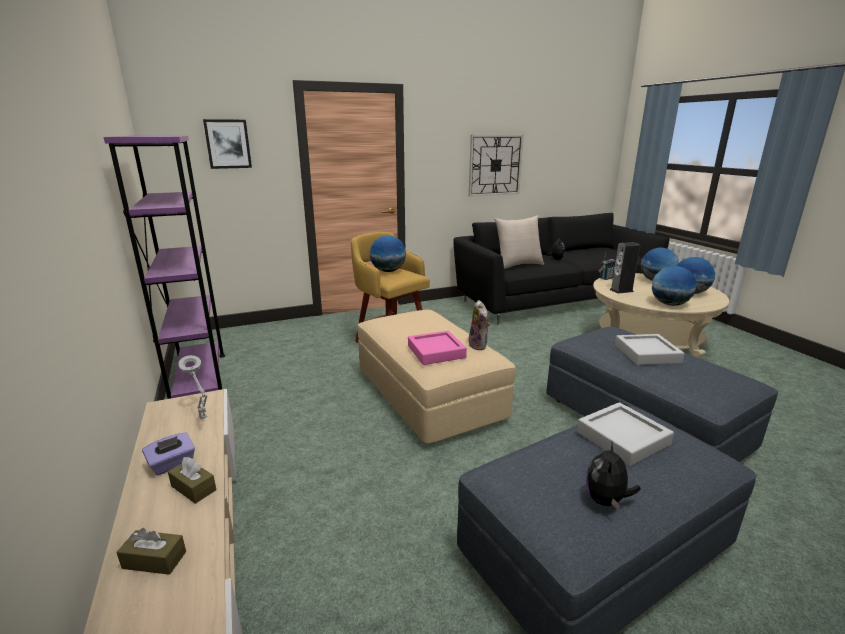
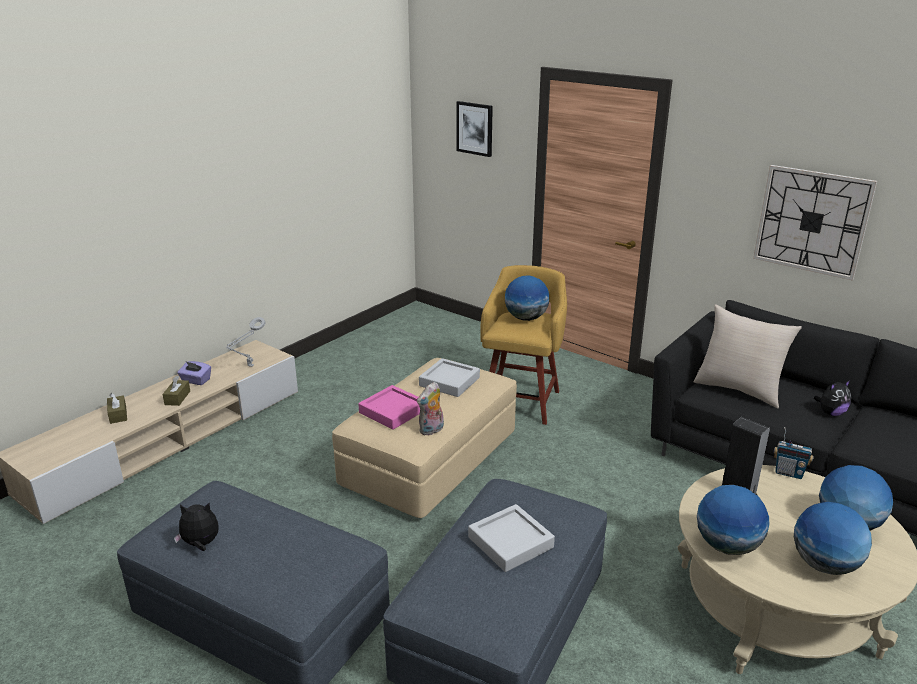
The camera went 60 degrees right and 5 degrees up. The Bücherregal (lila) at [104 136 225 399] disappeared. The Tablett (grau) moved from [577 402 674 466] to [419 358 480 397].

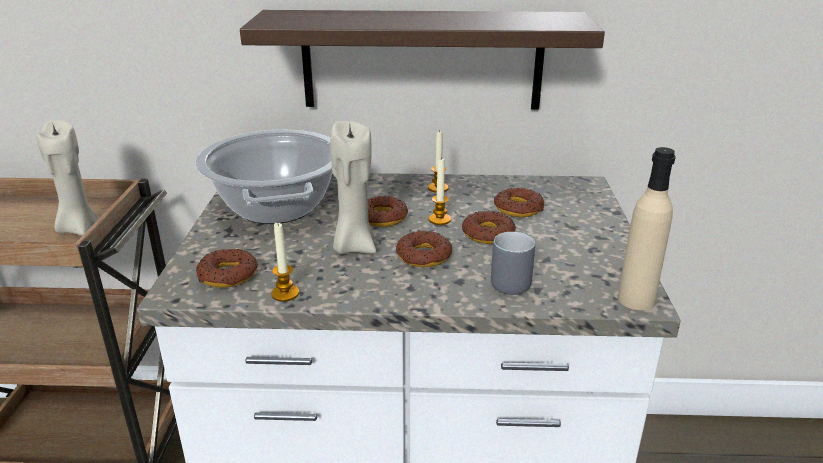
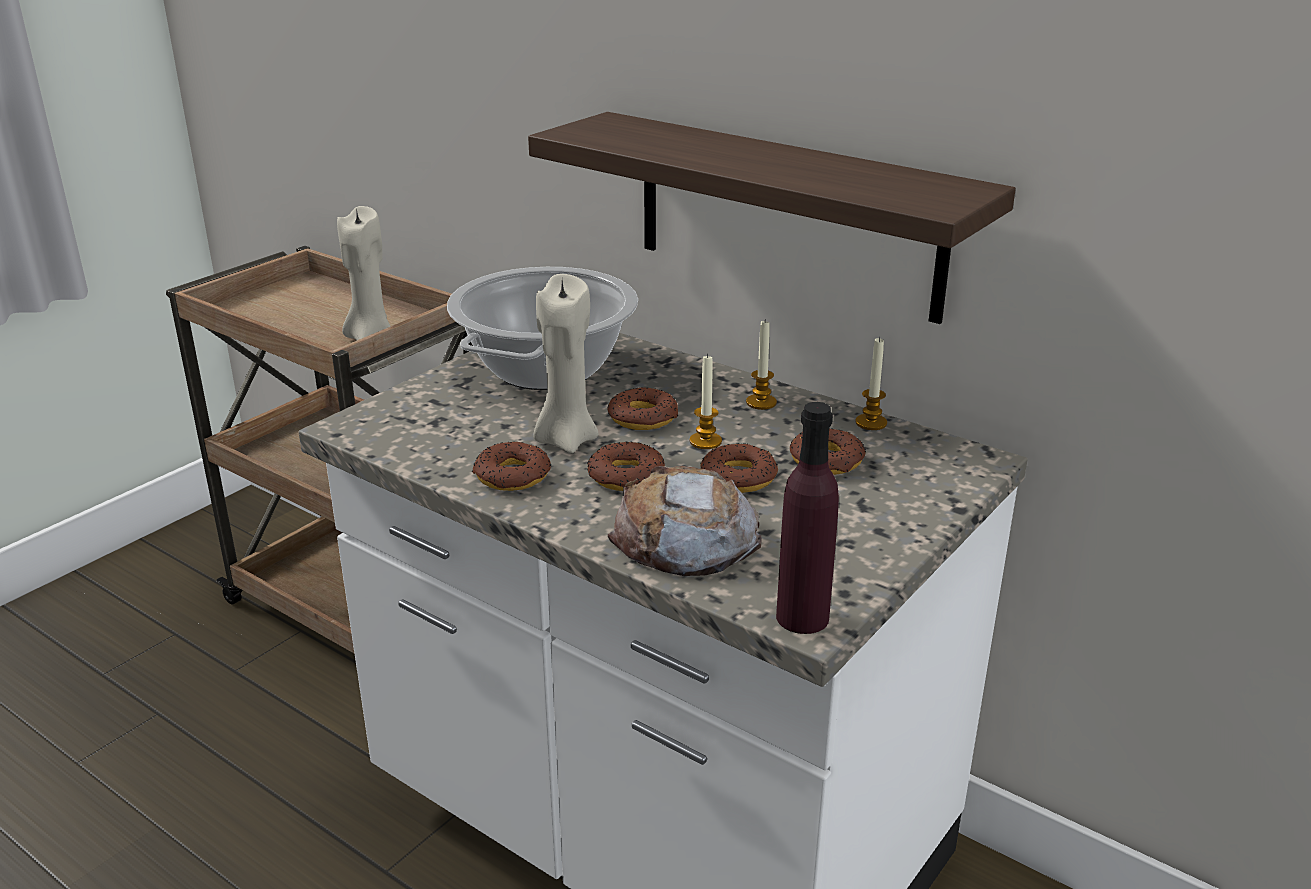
The camera went 35 degrees right and 0 degrees up. The Donut moved from [196 249 258 288] to [472 441 551 491]. The Kerze moved from [271 223 299 302] to [855 337 887 430]. The Henkelbecher (grau) at [491 232 535 295] was replaced by the Brot at [608 466 762 576]. The Flasche (beige) at [618 147 676 310] became the Flasche (lila) at [776 402 839 634].

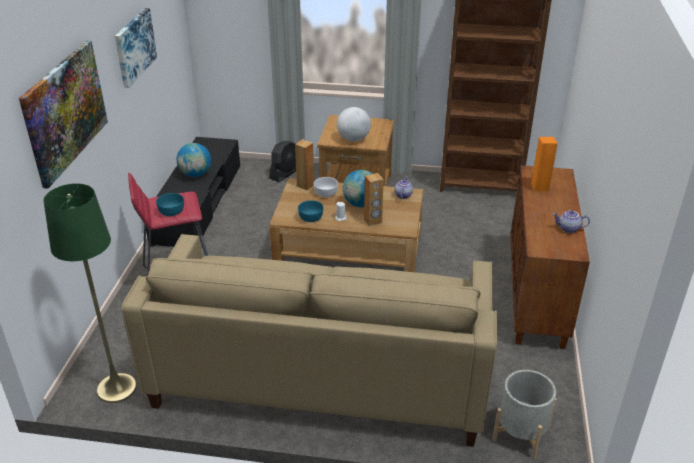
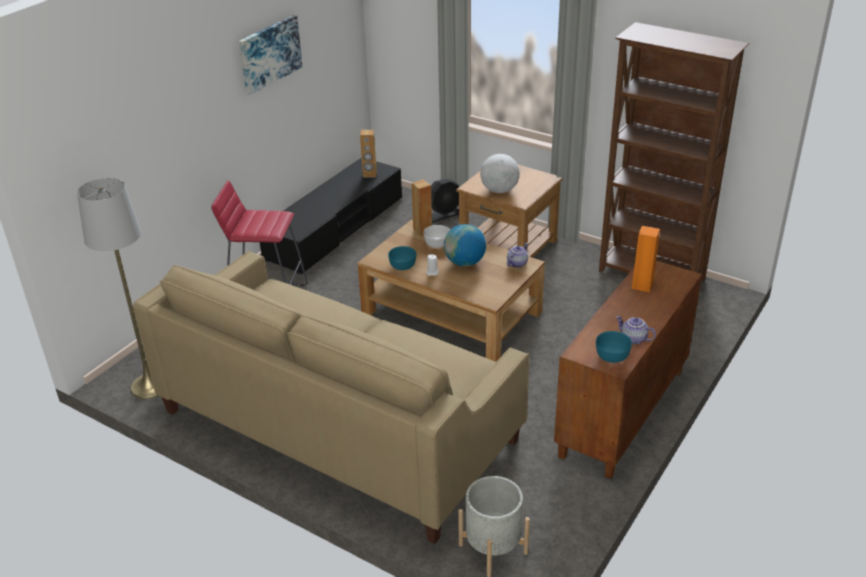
The camera went 25 degrees right and 0 degrees up. The Bild at [19 40 108 189] disappeared. The Globus at [176 143 211 177] disappeared. The Schüssel (türkis) moved from [156 193 184 216] to [596 331 632 363]. The Lautsprecher (braun) moved from [364 173 384 226] to [360 130 377 178]. The Stehlampe (grün) at [43 184 137 403] became the Stehlampe (grau) at [77 178 158 399].

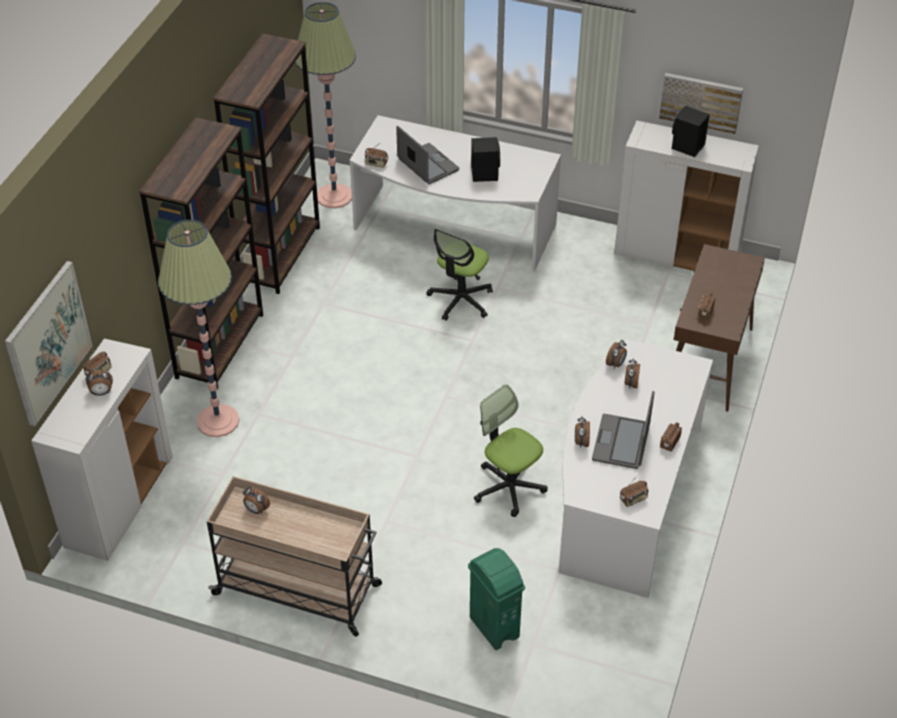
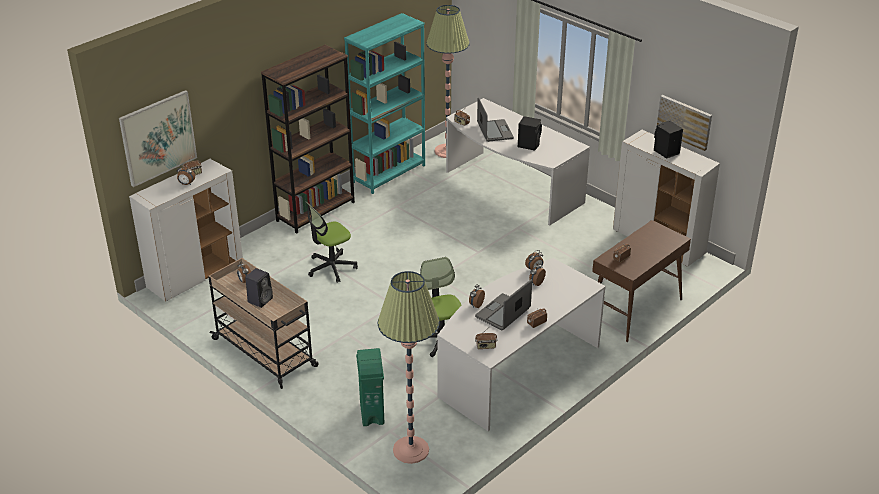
The camera went 25 degrees right and 10 degrees down. The Lautsprecher (schwarz) at [245 268 273 308] appeared. The Stehlampe moved from [158 220 239 437] to [378 271 440 464]. The Bürostuhl moved from [427 229 493 321] to [306 202 358 283]. The Bücherregal (braun) at [213 33 320 294] became the Bücherregal (türkis) at [344 13 425 194].

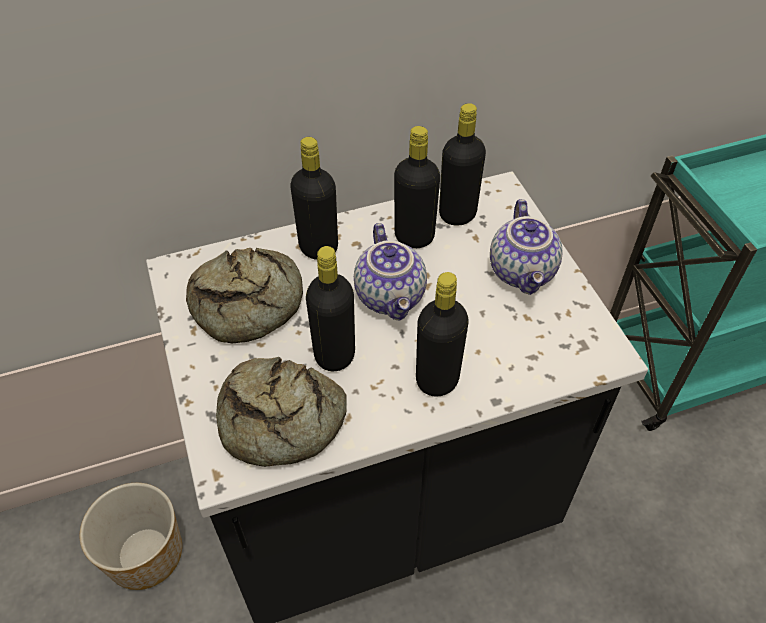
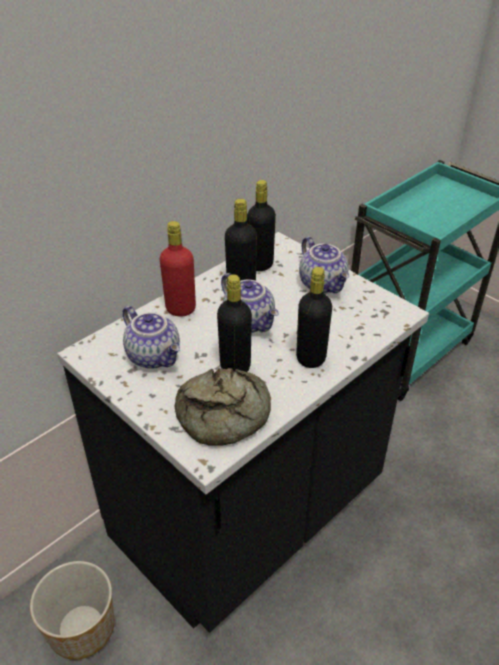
The camera went 25 degrees left and 10 degrees down. The Brot at [186 248 303 343] was replaced by the Teekanne at [123 306 180 369]. The Flasche (schwarz) at [290 137 338 260] became the Flasche (rot) at [160 221 196 317].

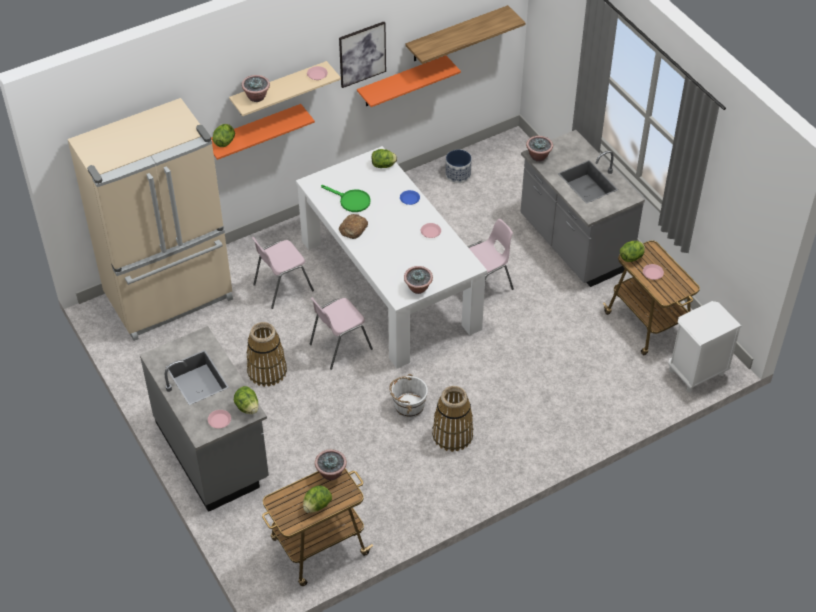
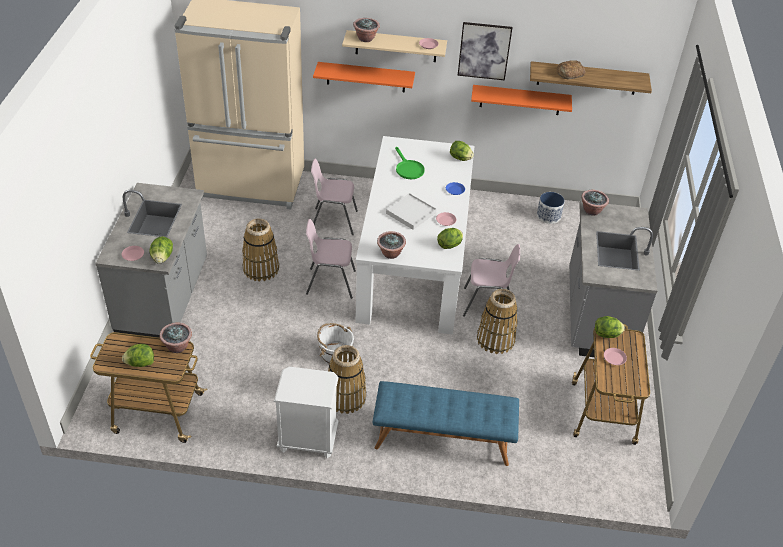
The camera went 35 degrees right and 5 degrees down. The Bank (blau) at [373 381 519 466] appeared. The Tablett (weiß) at [386 193 436 230] appeared. The Korb at [477 289 517 354] appeared. The Salatkopf moved from [212 124 235 147] to [437 228 463 249]. The Brot moved from [339 214 368 239] to [556 60 586 79]. The Nachttisch (weiß) moved from [668 301 742 392] to [274 367 339 458].

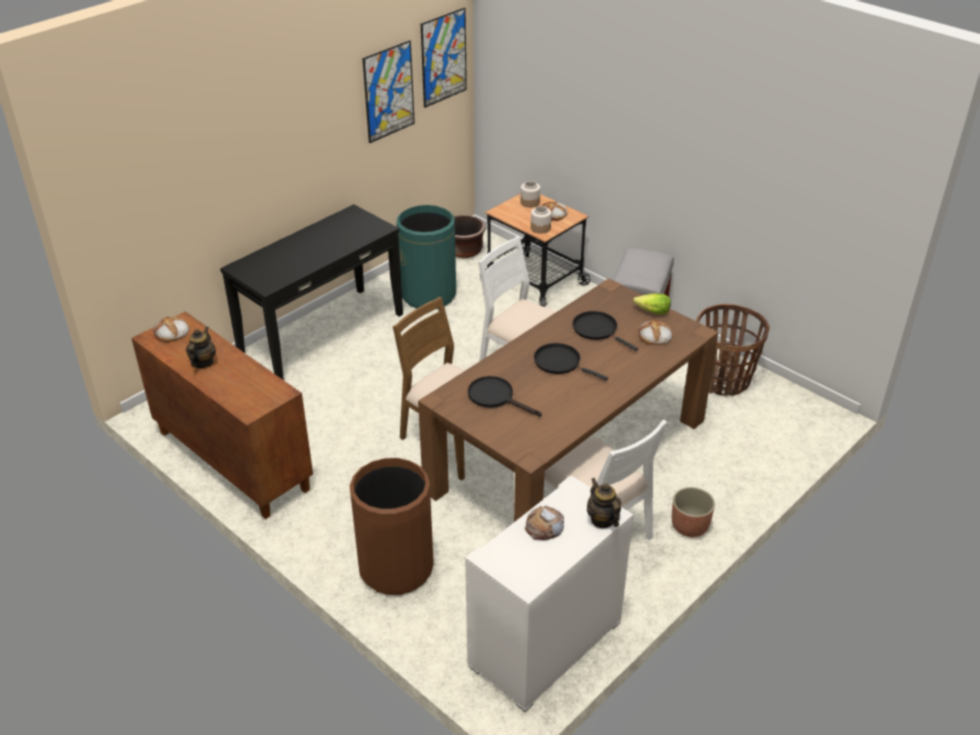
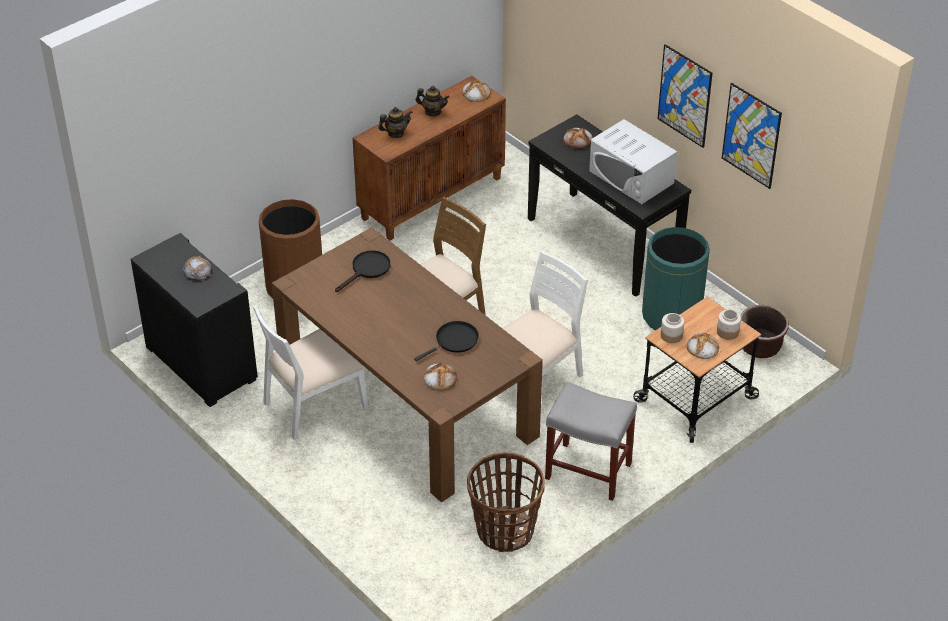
The camera went 95 degrees right and 5 degrees up. The Pfanne (schwarz) at [534 343 608 380] disappeared. The Salatkopf at [633 293 671 315] disappeared. The Pflanzkübel at [672 487 715 537] disappeared. The Brot at [563 128 593 149] appeared. The Mikrowelle (weiß) at [589 119 677 204] appeared. The Bild moved from [421 8 467 108] to [658 44 713 148]. The Teekanne moved from [587 478 621 528] to [378 107 412 138]. The Kommode (weiß) at [465 476 633 712] became the Kommode (schwarz) at [131 233 258 407].

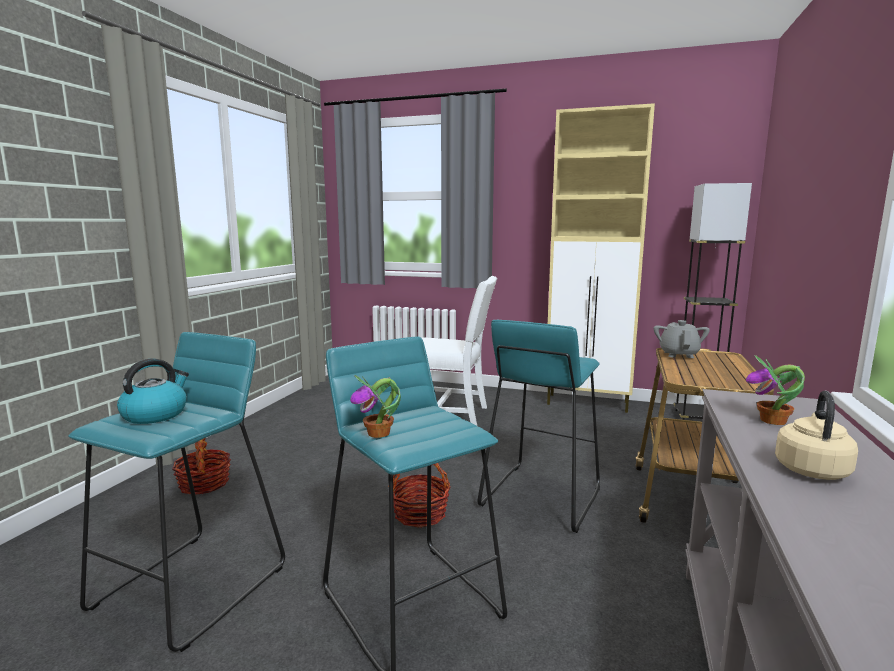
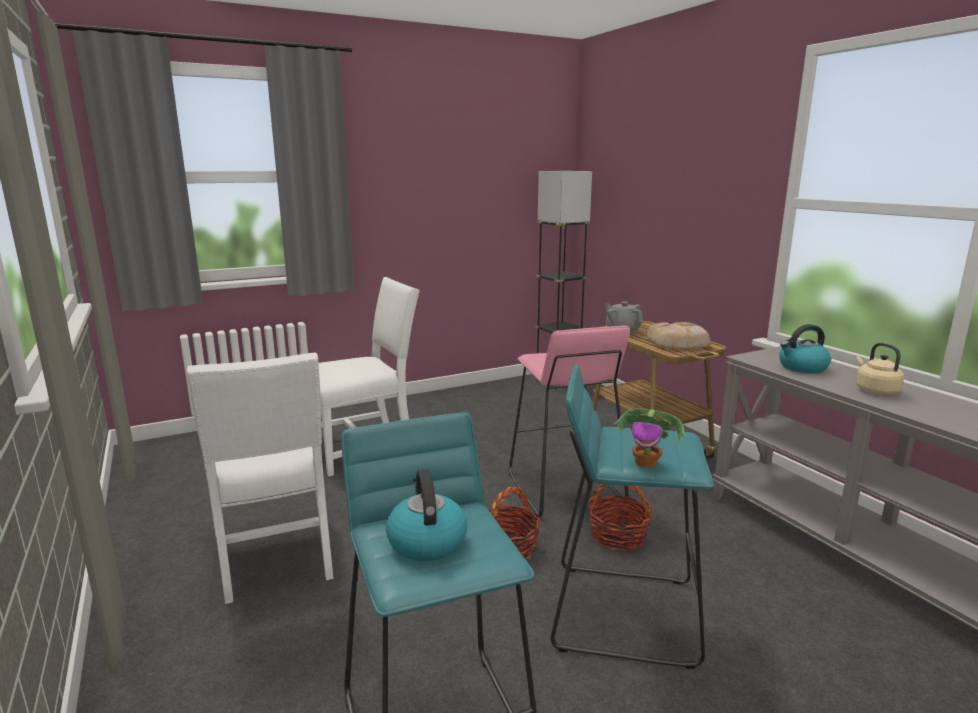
The camera went 45 degrees left and 5 degrees up. The Schrank (beige) at [547 103 655 413] disappeared. The Stuhl (weiß) at [187 352 334 604] appeared. The Brot at [647 322 711 349] appeared. The Korb moved from [172 438 231 495] to [588 484 652 551]. The Topfpflanze at [746 355 805 425] was replaced by the Wasserkessel at [779 324 831 373]. The Hocker (türkis) at [478 320 600 533] became the Hocker (rosa) at [509 325 630 517].

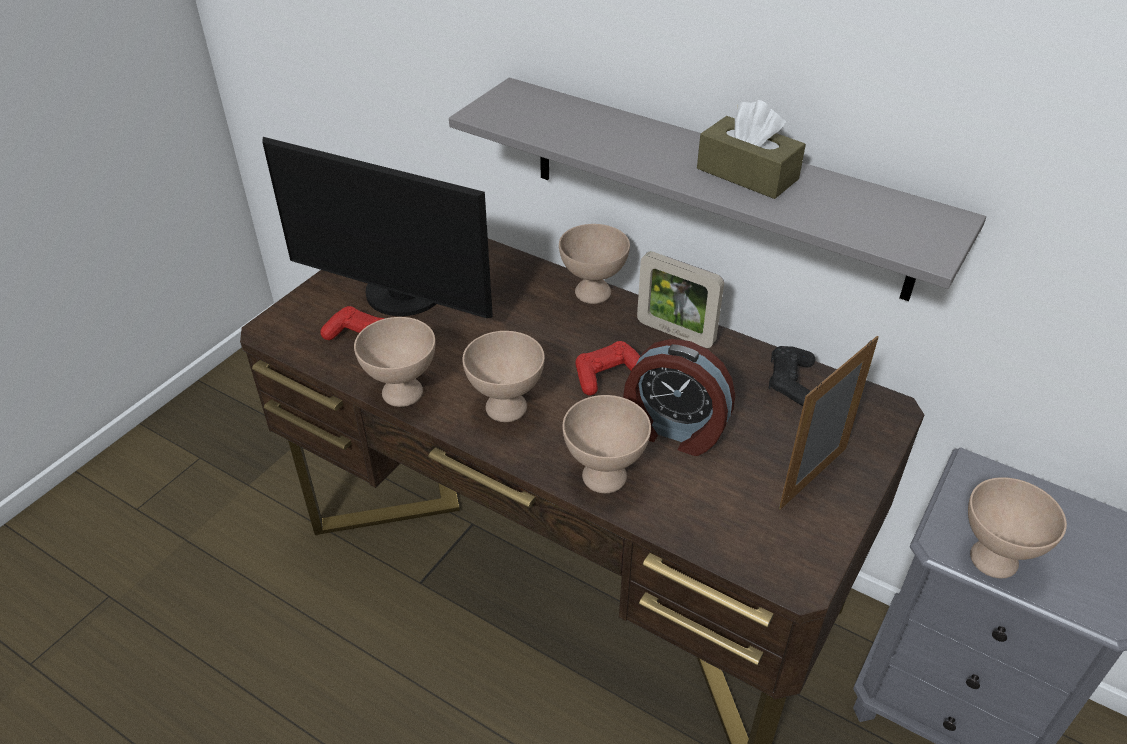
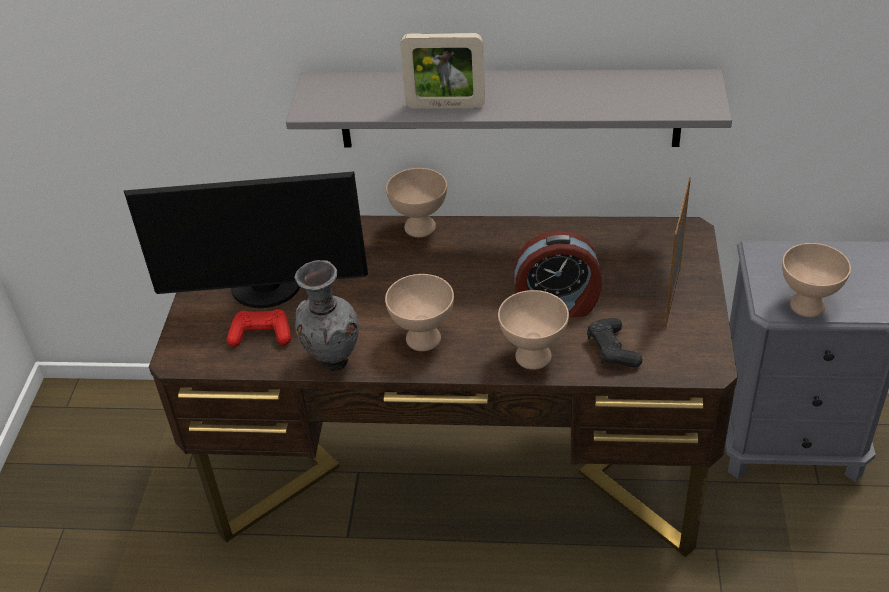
The camera went 25 degrees left and 0 degrees up. The Gamepad (rot) at [575 341 640 395] disappeared. The Taschentuchbox (braun) at [697 100 806 199] disappeared. The Bilderrahmen moved from [637 251 724 348] to [400 33 485 108]. The Gamepad (schwarz) moved from [769 346 815 406] to [587 318 642 367]. The Schüssel (beige) at [354 317 435 407] was replaced by the Vase (grau) at [294 260 359 371].

